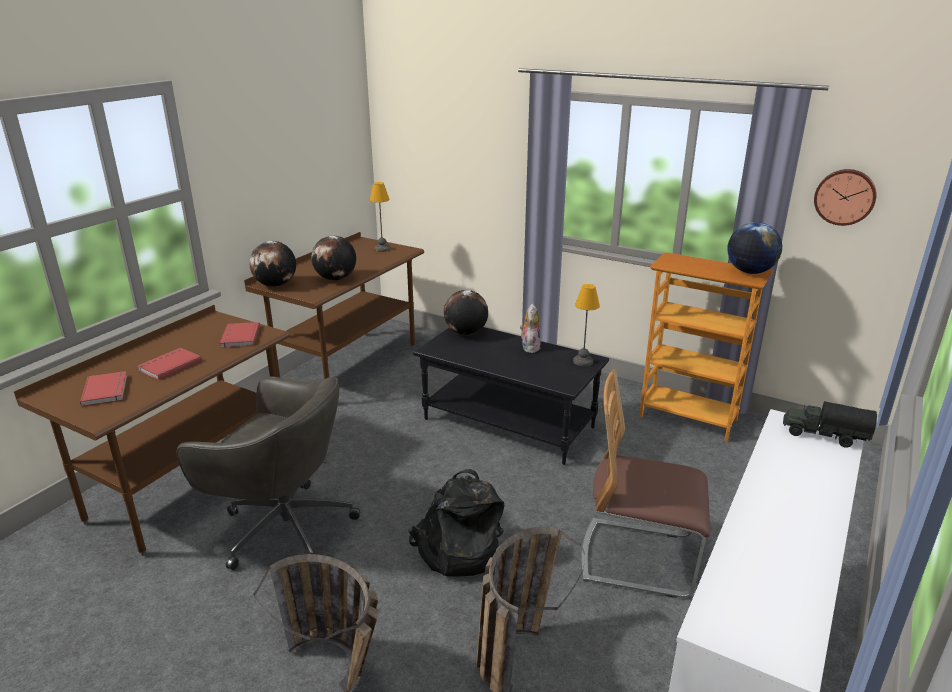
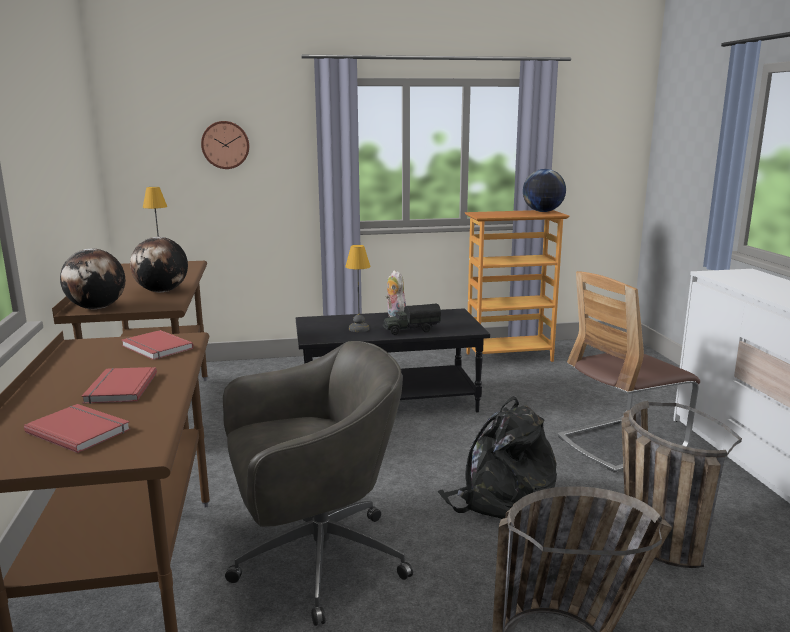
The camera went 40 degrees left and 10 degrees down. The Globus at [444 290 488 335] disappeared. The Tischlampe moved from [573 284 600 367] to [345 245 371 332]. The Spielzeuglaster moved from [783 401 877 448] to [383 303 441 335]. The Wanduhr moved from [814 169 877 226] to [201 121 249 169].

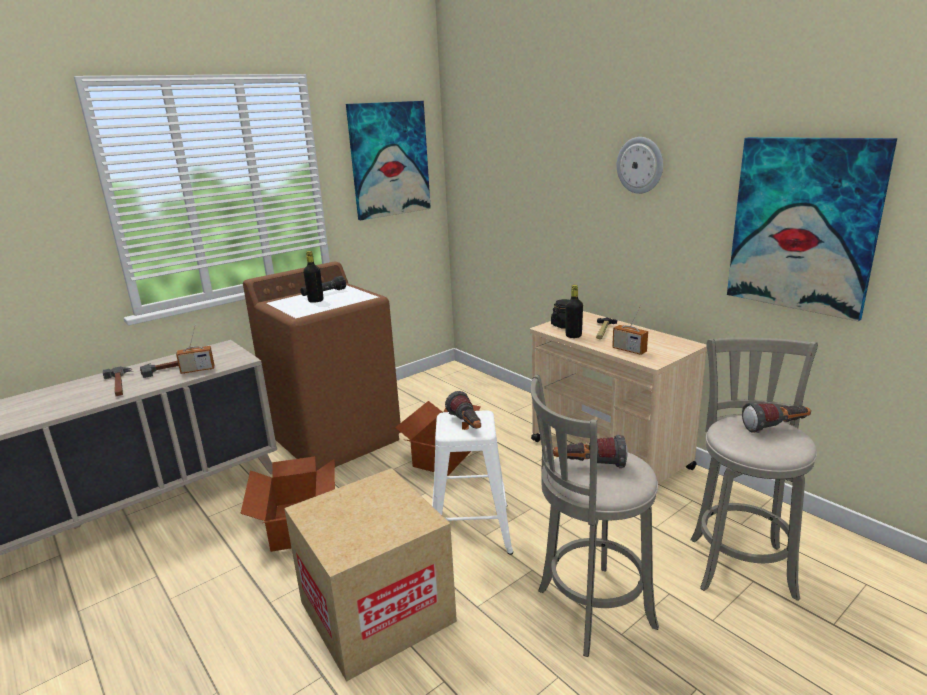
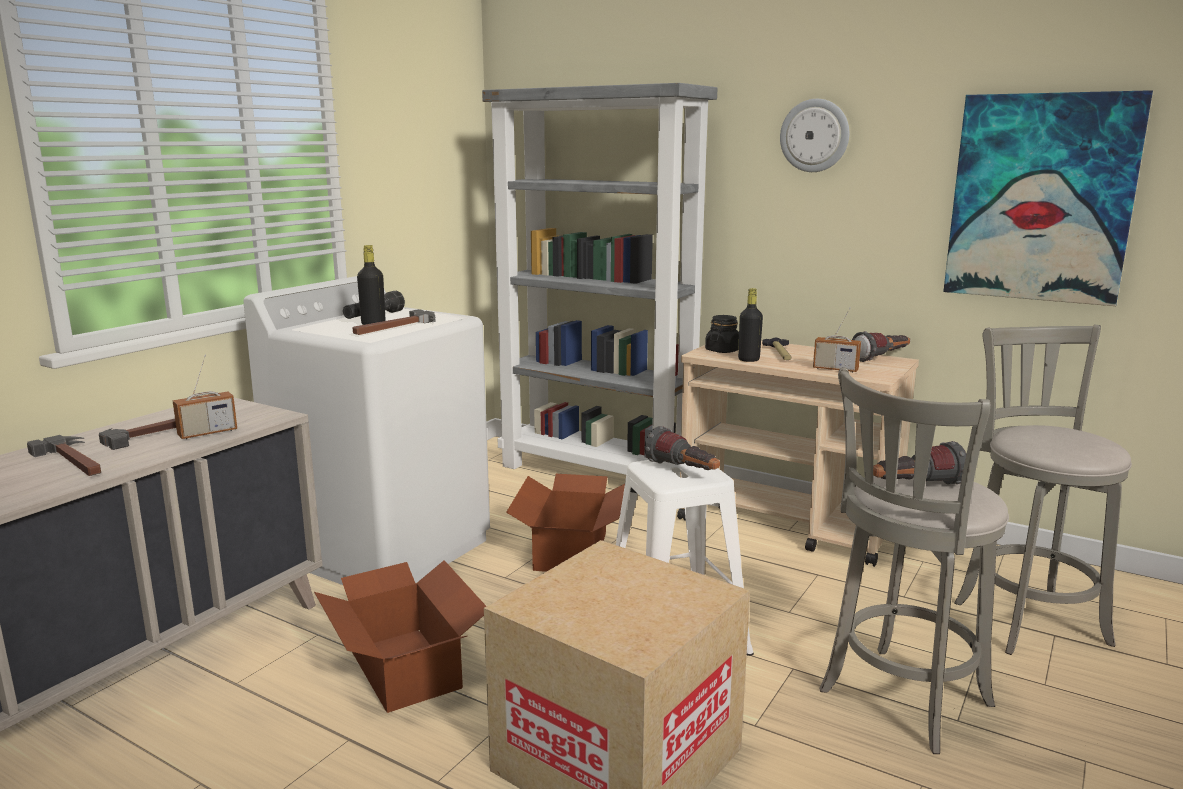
The camera went 20 degrees left and 5 degrees down. The Bild at [346 101 431 220] disappeared. The Hammer at [353 309 436 335] appeared. The Bücherregal (grau) at [482 83 718 477] appeared. The Taschenlampe moved from [742 403 811 433] to [852 331 910 362]. The Waschmaschine (braun) at [243 262 401 471] became the Waschmaschine (weiß) at [243 276 490 585].

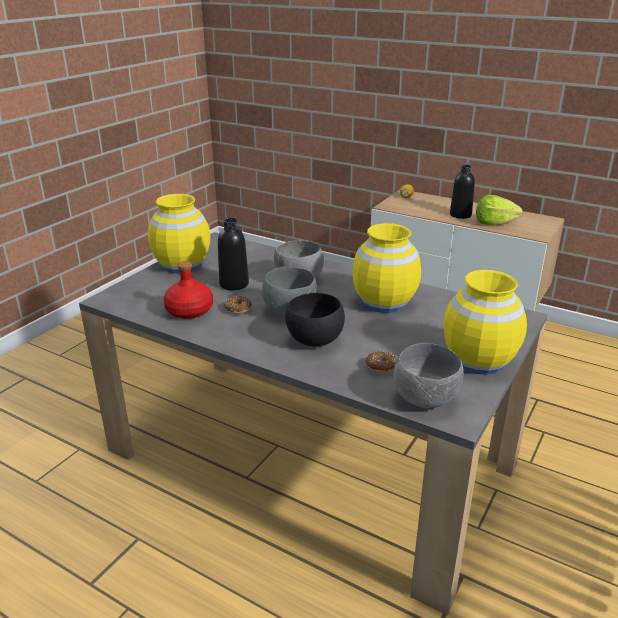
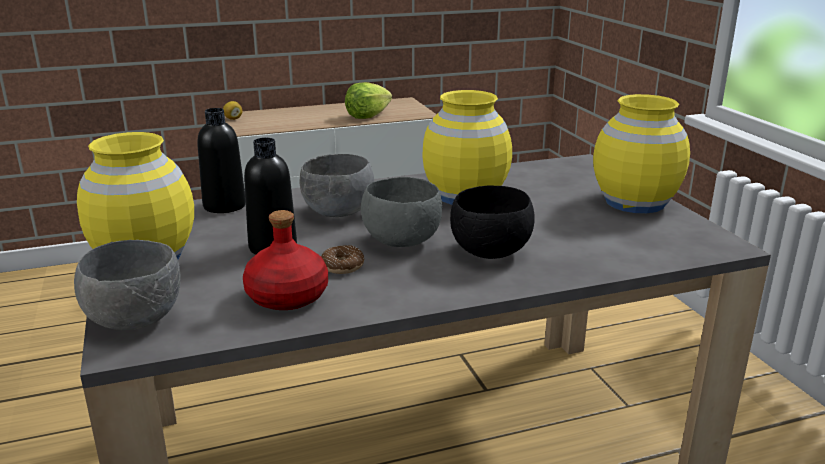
The camera went 50 degrees left and 5 degrees down. The Donut at [366 351 397 374] disappeared. The Schüssel (grau) moved from [393 343 464 408] to [74 240 180 330]. The Flasche (schwarz) moved from [450 165 475 219] to [197 108 246 213].

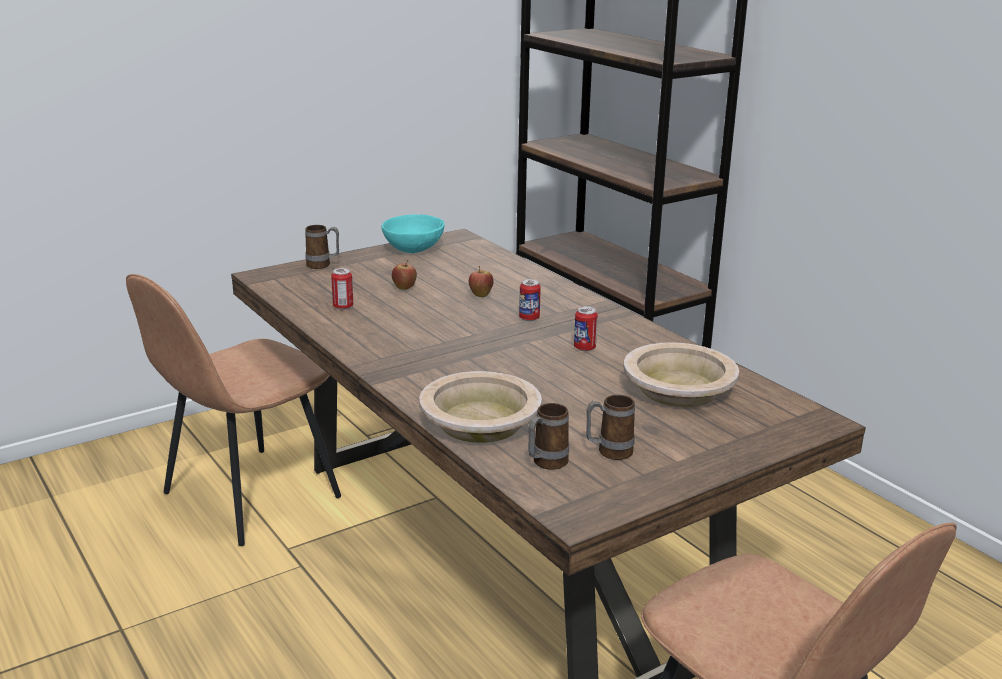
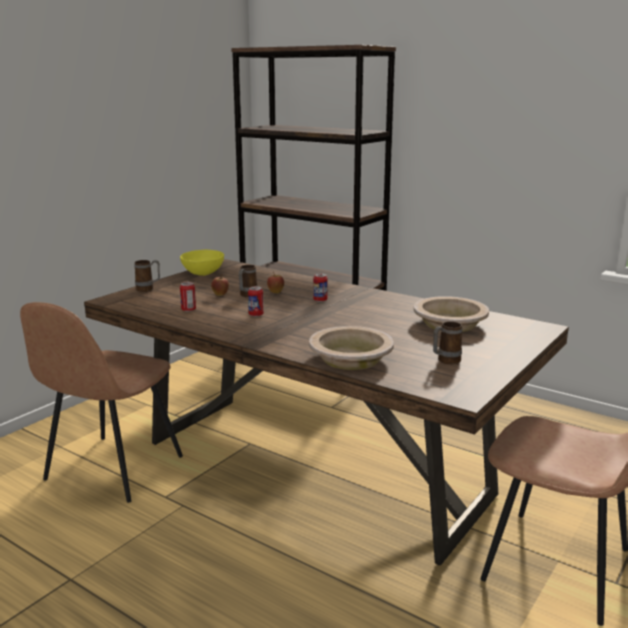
The camera went 20 degrees left and 5 degrees down. The Henkelbecher moved from [528 403 569 470] to [239 265 258 297]. The Dose moved from [574 306 598 351] to [248 286 264 317]. The Schüssel (türkis) at [381 214 445 253] became the Schüssel (gelb) at [180 250 224 276].

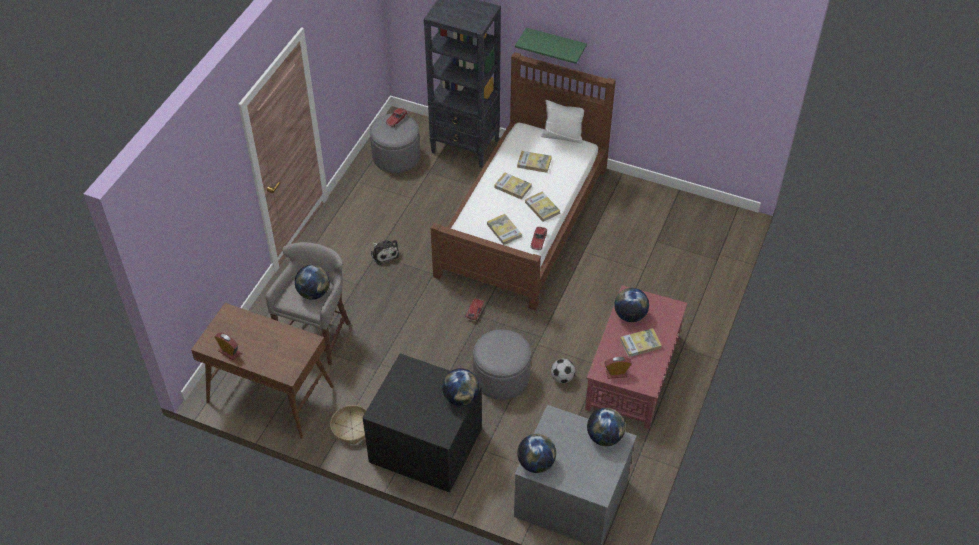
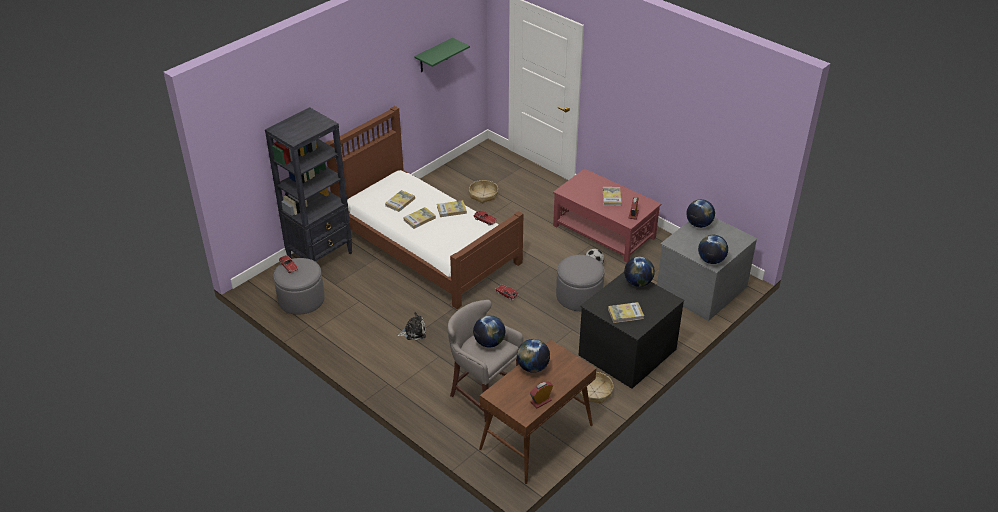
The camera went 70 degrees left and 10 degrees down. The Kissen (weiß) at [541 100 584 143] disappeared. The Korb at [469 180 498 203] appeared. The Buch moved from [487 214 522 245] to [608 302 644 323]. The Wandregal (grün) moved from [515 28 587 64] to [414 38 470 72]. The Globus moved from [614 288 649 322] to [517 339 550 373].

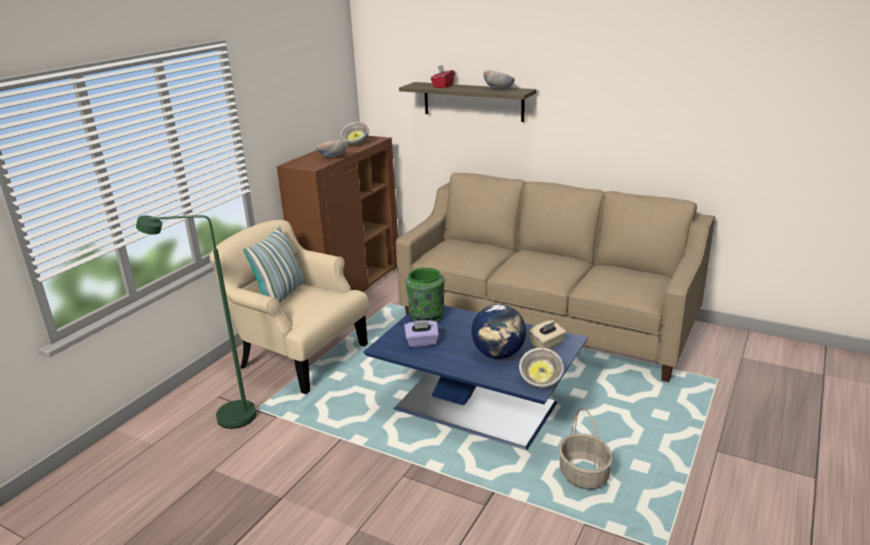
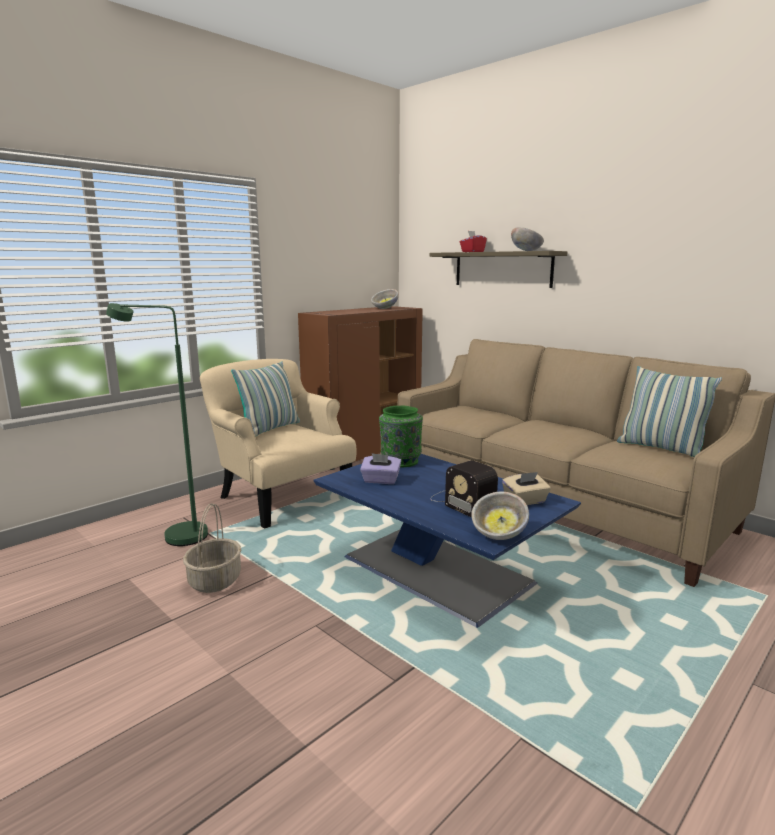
The camera went 15 degrees right and 10 degrees down. The Schüssel at [316 140 348 158] disappeared. The Kissen at [617 366 722 457] appeared. The Korb moved from [559 408 613 489] to [183 503 241 593]. The Globus at [471 304 526 359] was replaced by the Radio at [430 460 498 518].

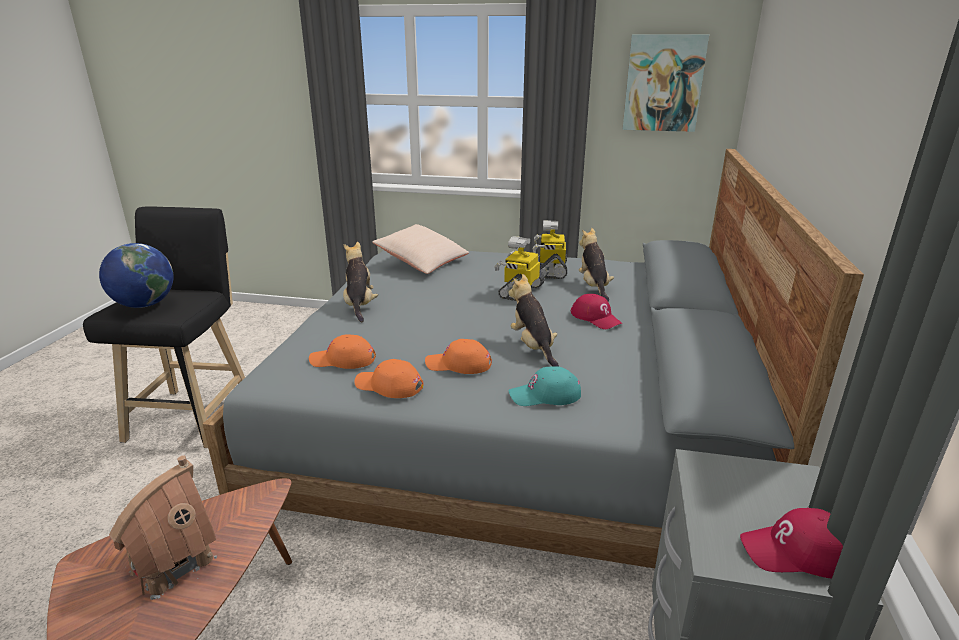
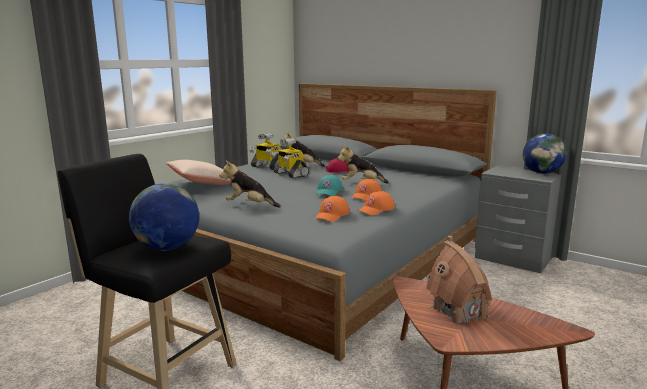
The camera went 65 degrees left and 10 degrees down. The Bild at [623 35 709 132] disappeared. The Kappe (türkis) moved from [509 366 581 406] to [316 175 343 196]. The Kappe (rot) at [740 508 843 578] was replaced by the Globus at [523 134 567 174].

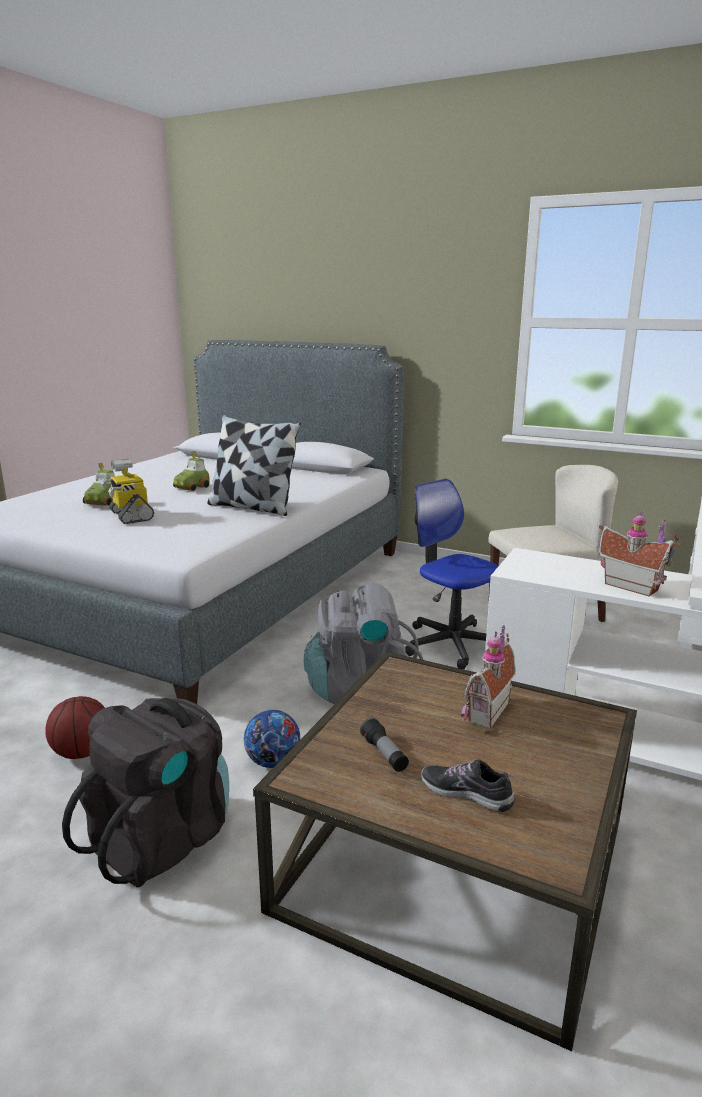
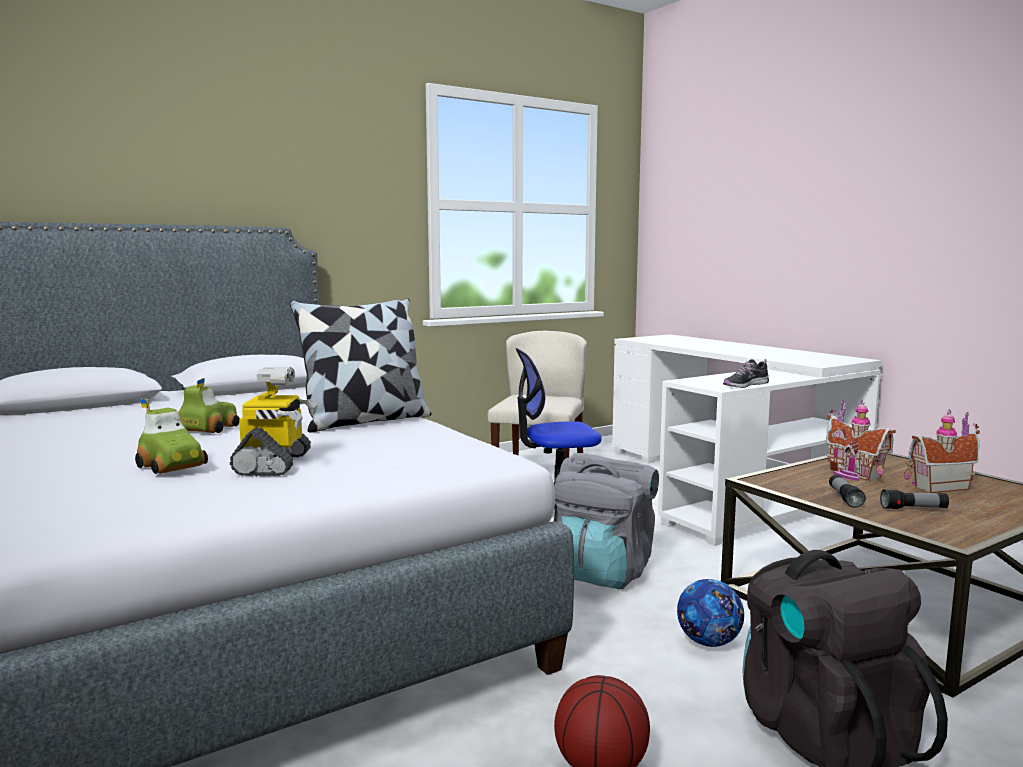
The camera went 60 degrees left and 10 degrees down. The Taschenlampe at [829 475 866 508] appeared. The Schuh moved from [421 759 515 812] to [723 359 769 388]. The Spielzeughaus moved from [599 511 680 597] to [904 409 980 493]. The Spielzeugroboter at [101 459 154 524] turned 90 degrees counterclockwise. The Spielzeugauto at [173 451 210 491] turned 135 degrees counterclockwise.

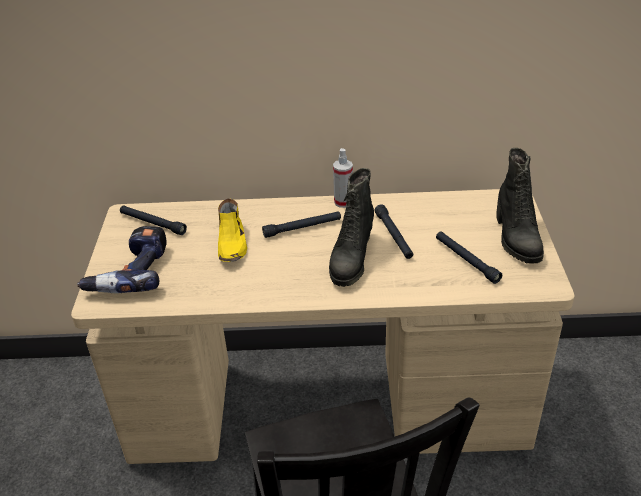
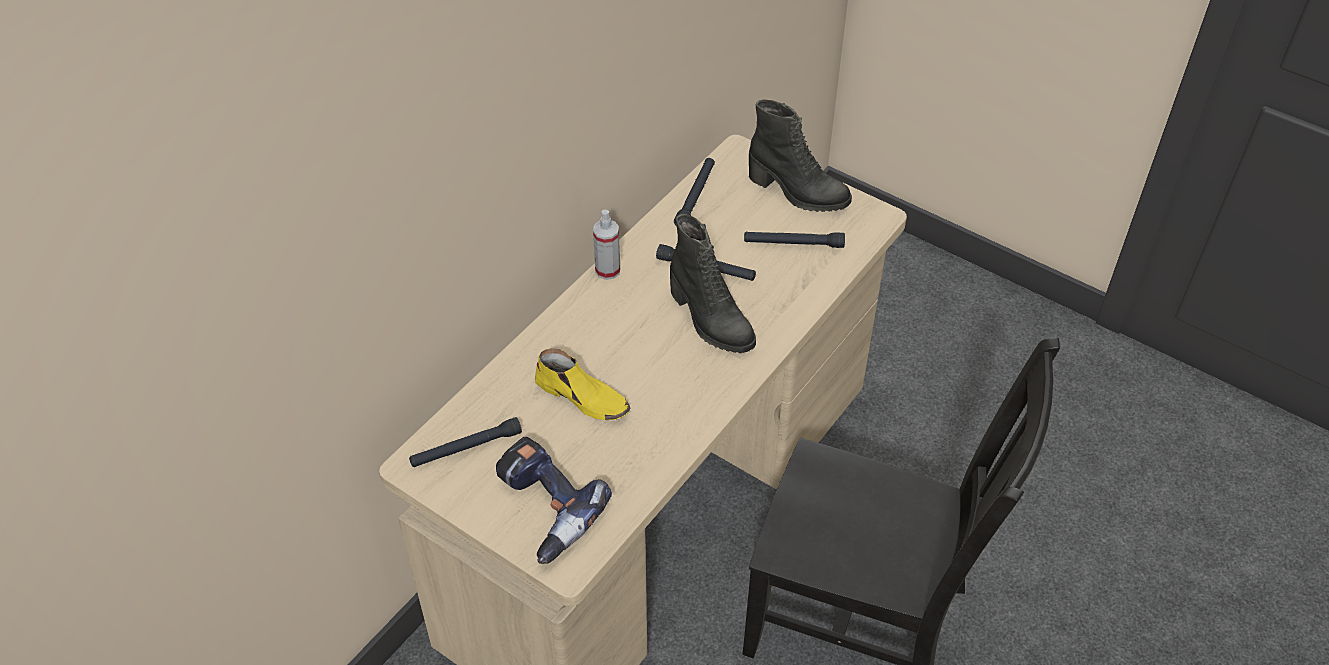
The camera went 55 degrees left and 10 degrees up. The Taschenlampe (schwarz) moved from [262 211 341 238] to [674 158 715 226].

